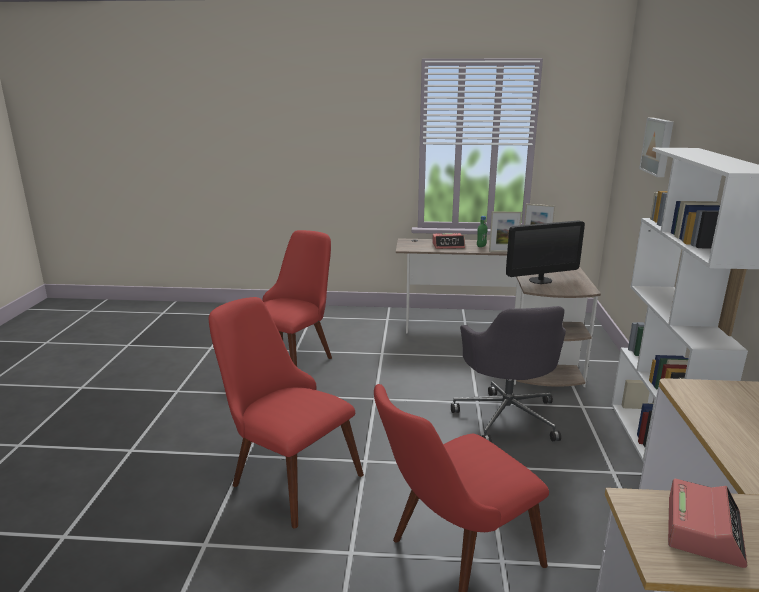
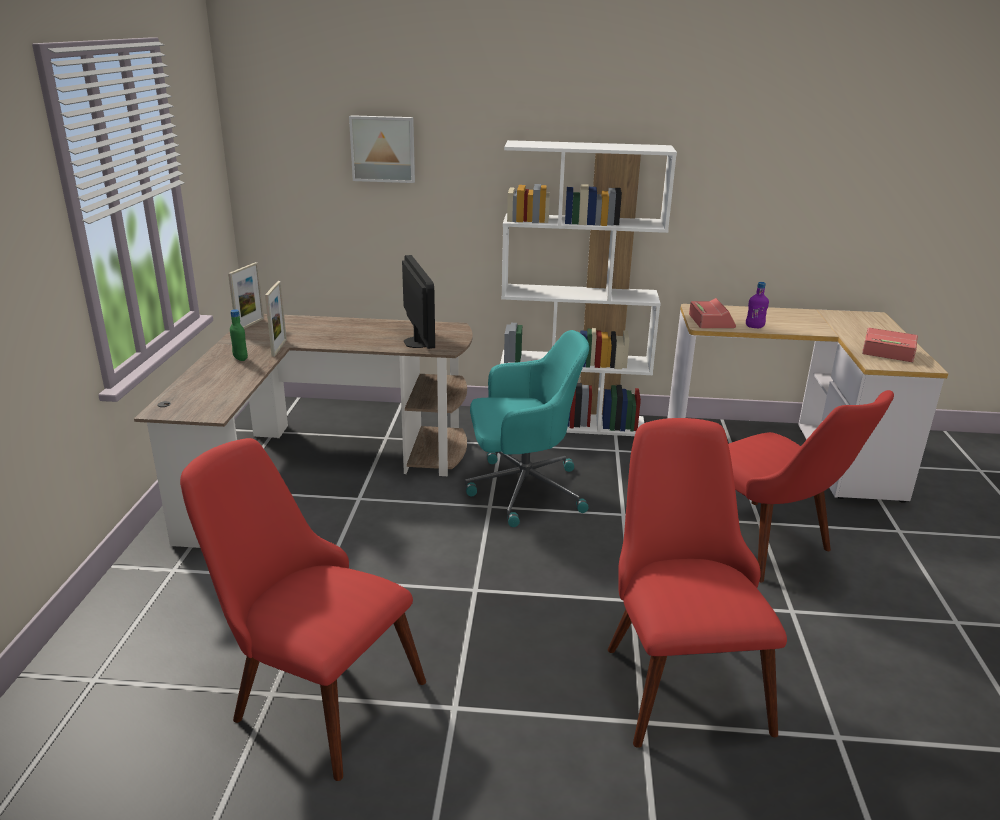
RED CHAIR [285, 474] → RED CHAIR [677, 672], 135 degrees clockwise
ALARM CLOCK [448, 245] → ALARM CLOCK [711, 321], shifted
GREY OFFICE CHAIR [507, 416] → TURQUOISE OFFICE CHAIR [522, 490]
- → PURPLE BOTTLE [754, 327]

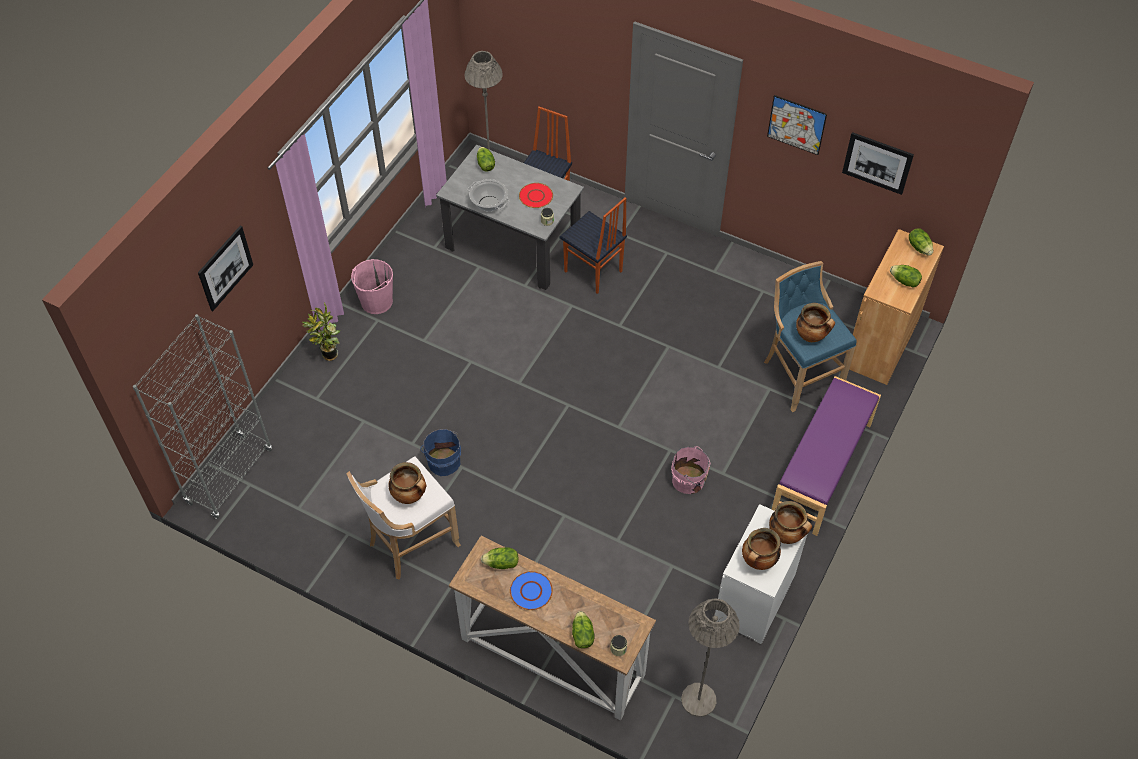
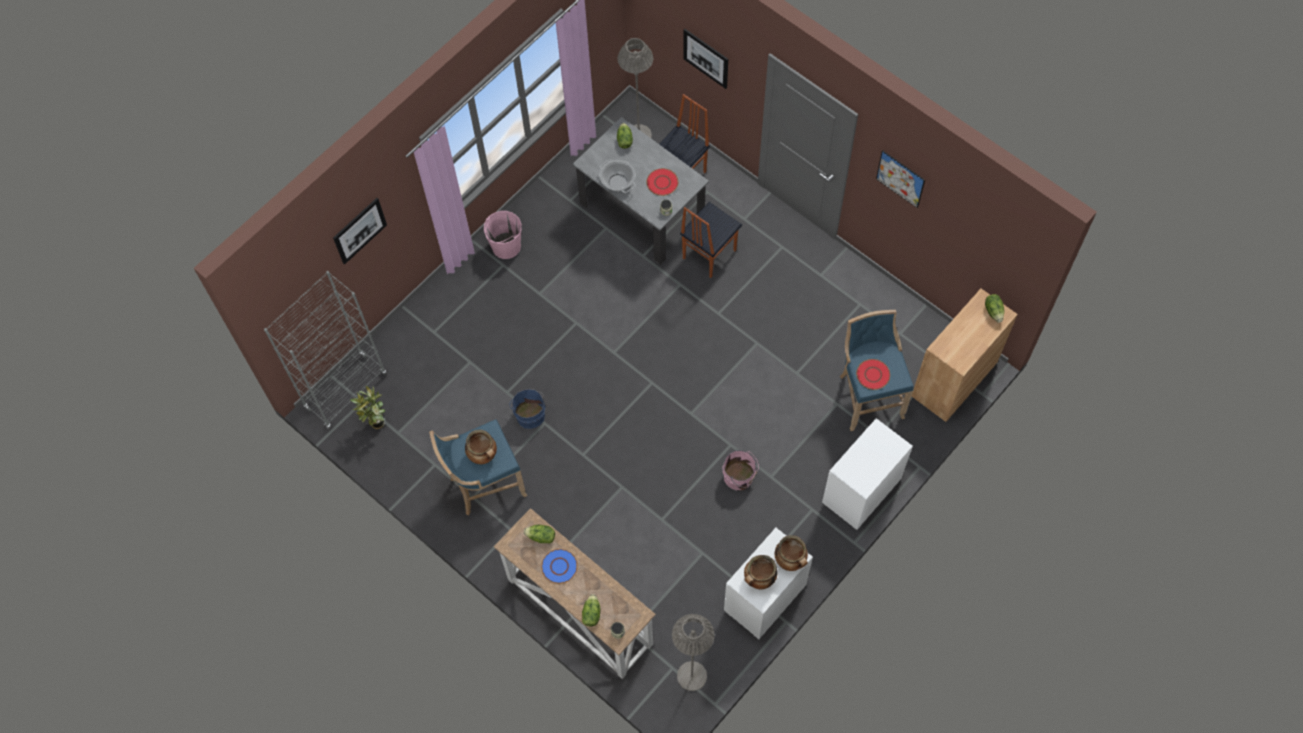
POTTED PLANT [328, 356] → POTTED PLANT [376, 423], shifted
WHITE STOOL [410, 543] → BLUE STOOL [484, 485]
CHAIR [593, 272] → CHAIR [708, 254], 75 degrees clockwise
PURPLE BENCH [822, 469] → WHITE DRESSER [861, 491]
COOKING POT [811, 336] → RED PLATE [873, 374]
PICTURE [877, 163] → PICTURE [706, 58], shifted
LETTUCE [904, 281] → -

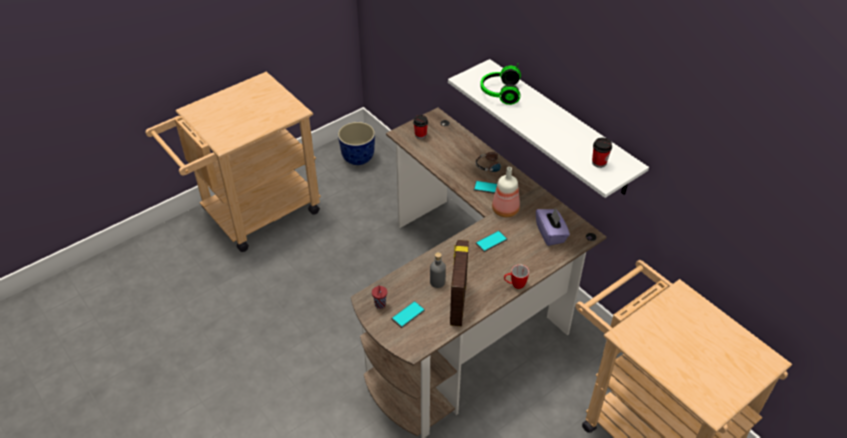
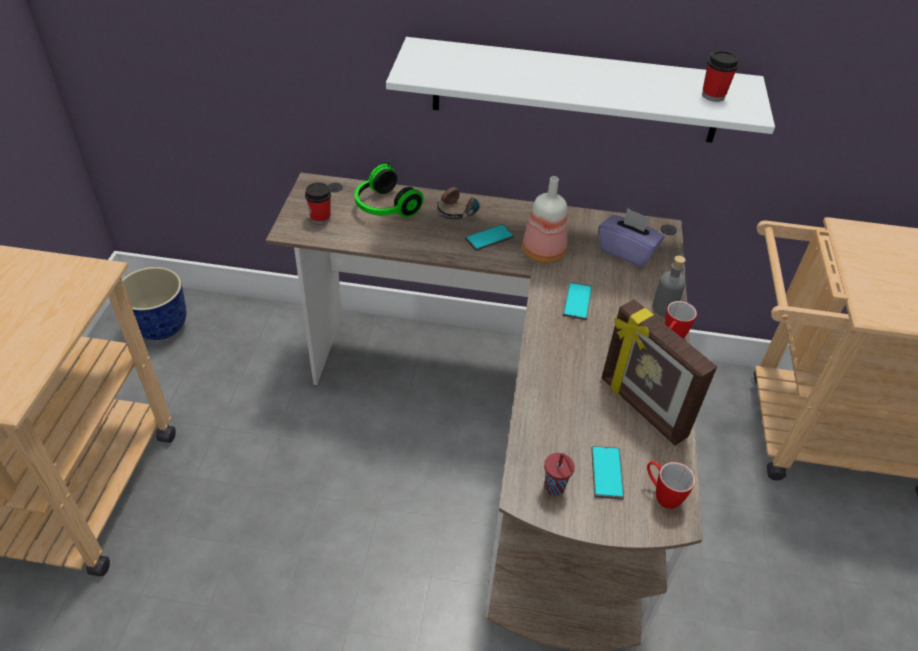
GREY BOTTLE [437, 282] → GREY BOTTLE [664, 308], shifted
HEADPHONES [499, 92] → HEADPHONES [384, 207], shifted
- → MUG [662, 495]

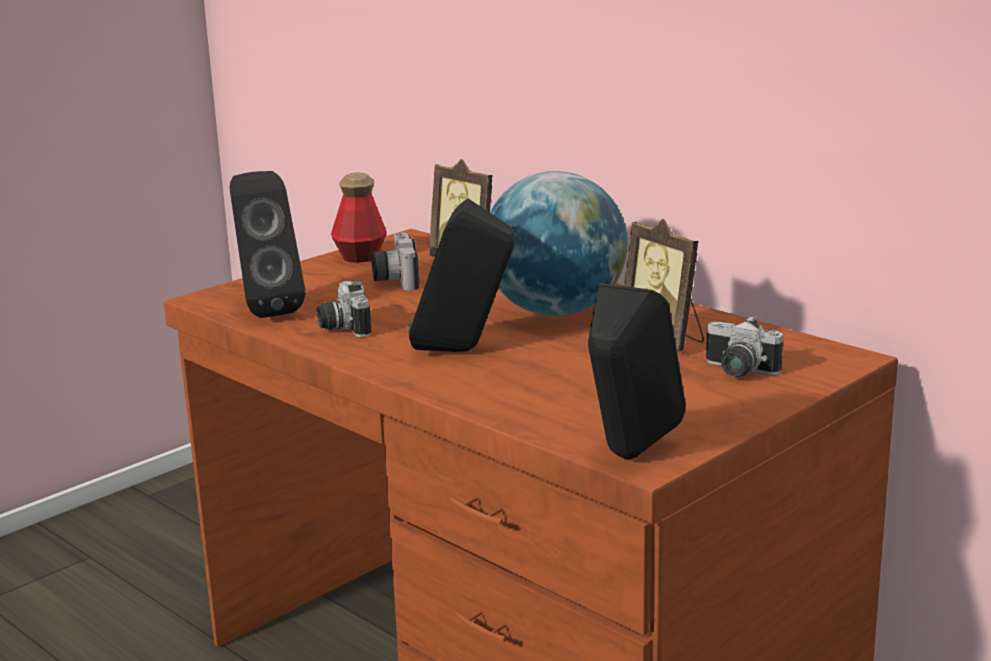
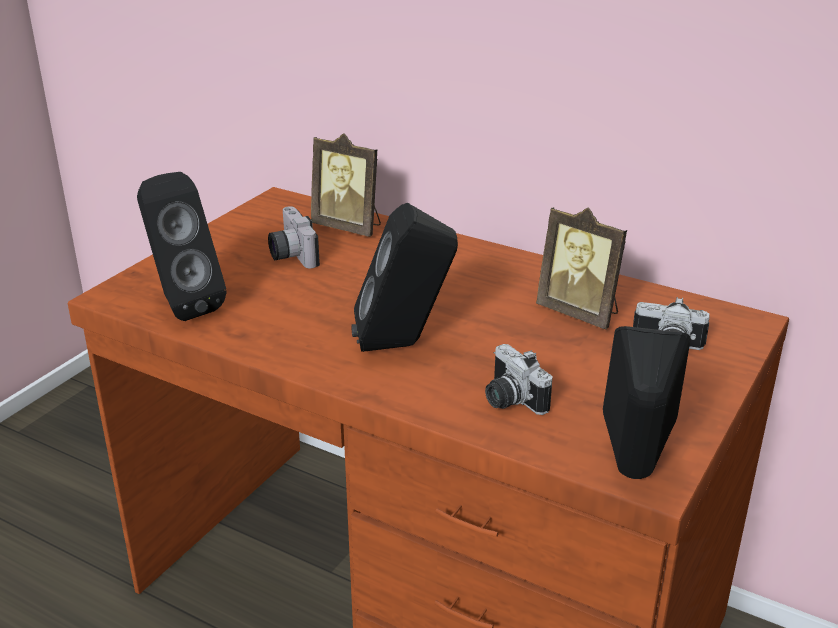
PHOTO CAMERA [342, 327] → PHOTO CAMERA [509, 400], shifted
BOTTLE [360, 256] → -
GLOBE [556, 311] → -

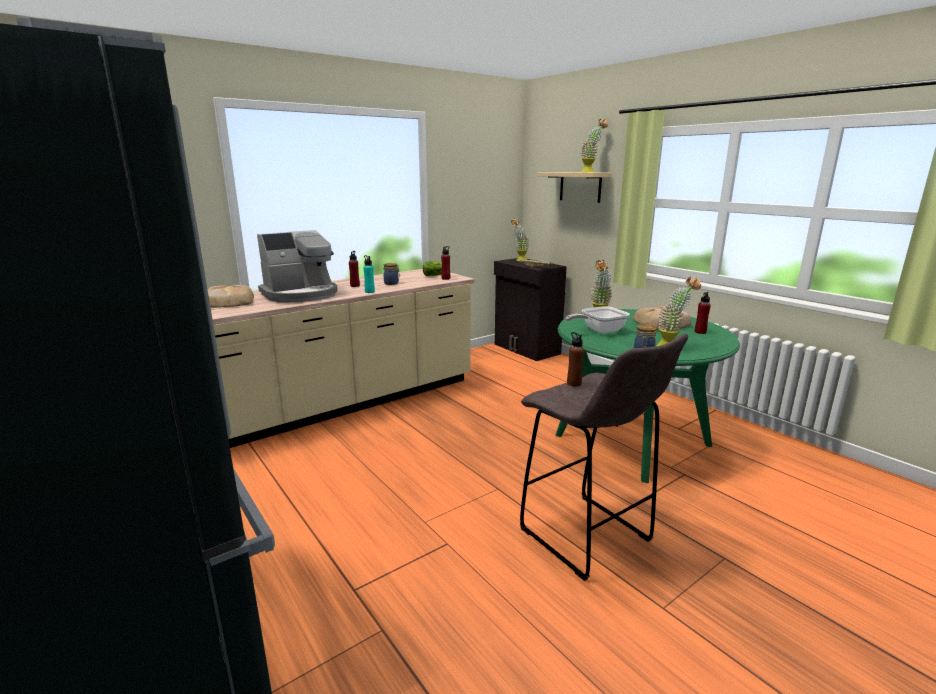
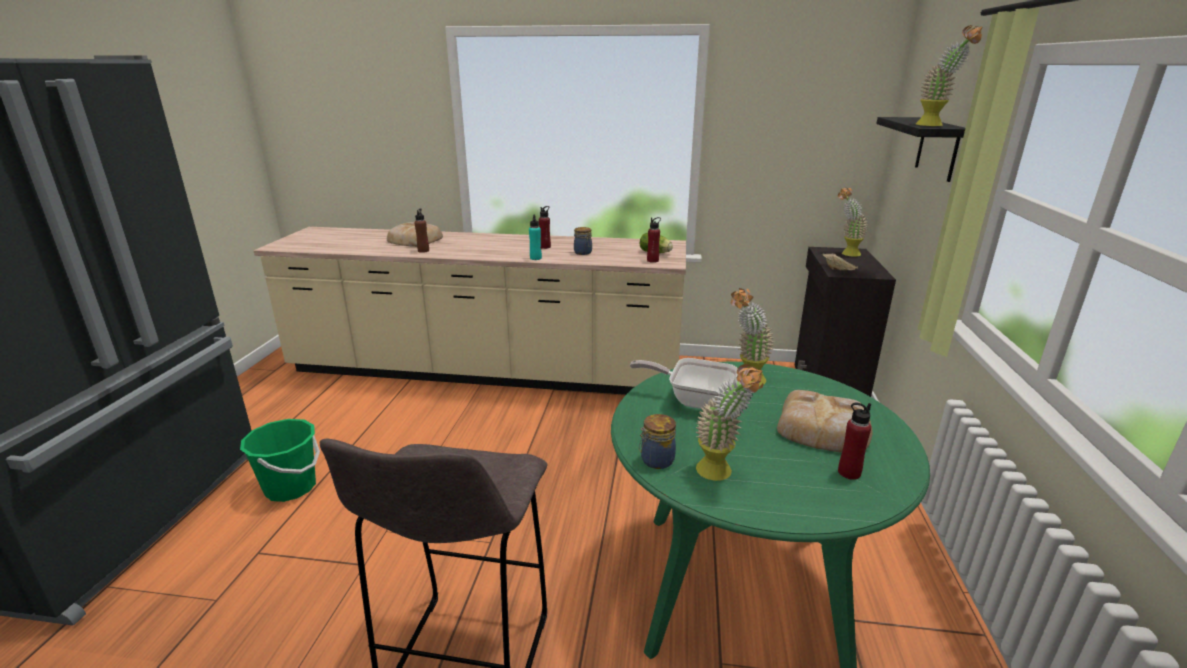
COFFEE MACHINE [301, 294] → -
BEIGE SHELF [580, 186] → BLACK SHELF [937, 148]
BROWN BOTTLE [574, 383] → BROWN BOTTLE [423, 250], shifted
- → GREEN BUCKET [291, 487]

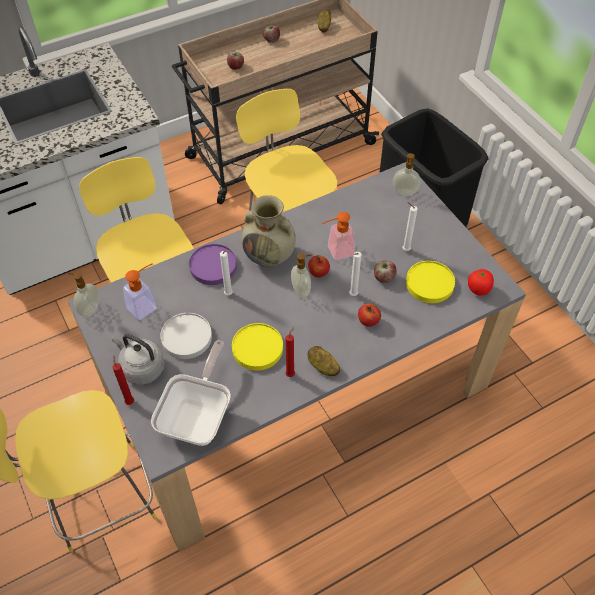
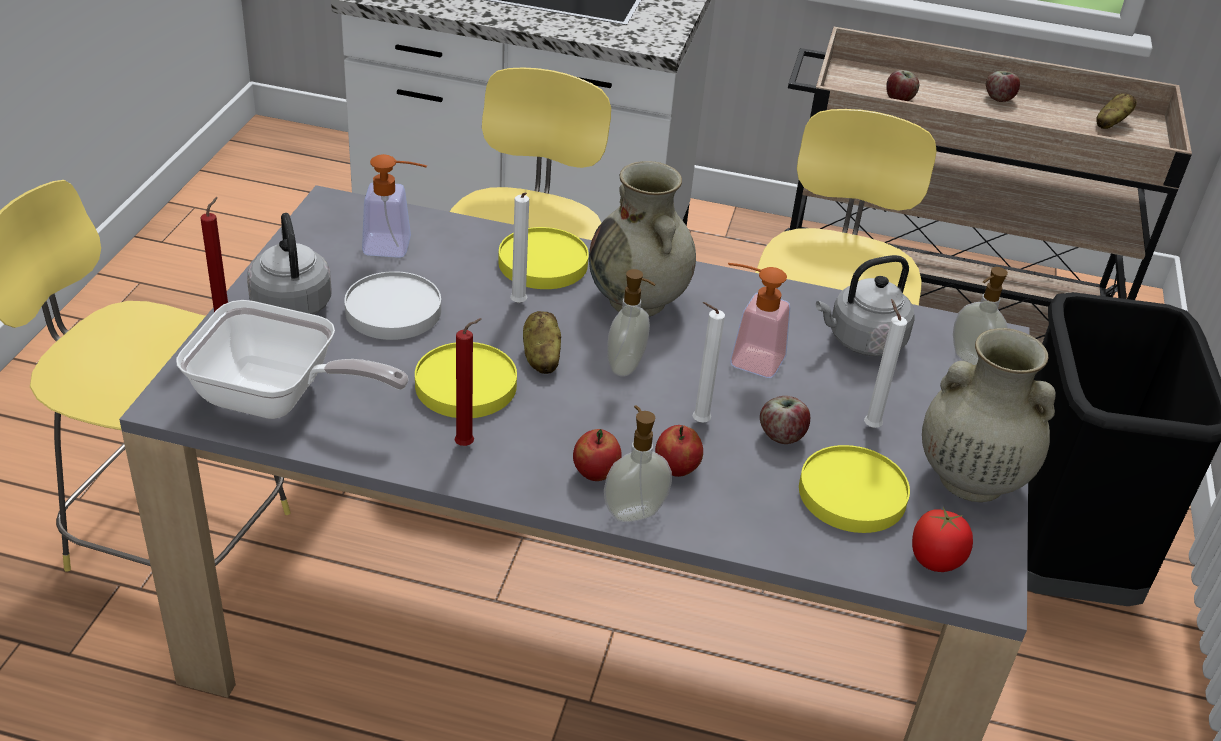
SOAP DISPENSER [89, 309] → SOAP DISPENSER [633, 511], shifted
FRYING PAN [199, 416] → FRYING PAN [278, 399], 45 degrees clockwise
PURPLE PLATE [213, 266] → YELLOW PLATE [543, 263]
APPLE [318, 273] → APPLE [595, 473], shifted
POTATO [323, 367] → POTATO [541, 357], shifted
- → GREY KETTLE [862, 341]
- → BEIGE VASE [968, 479]

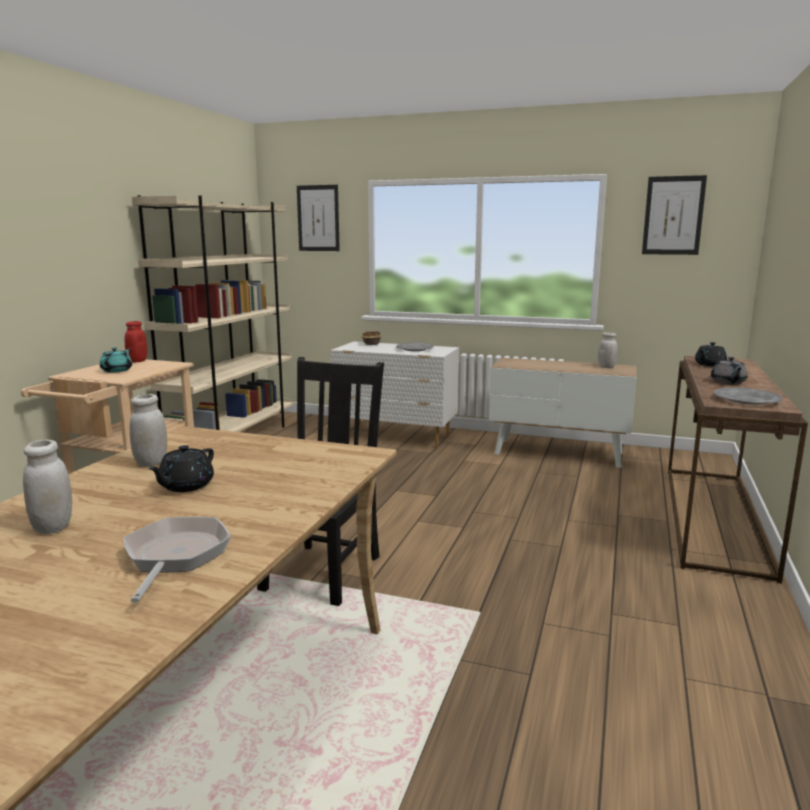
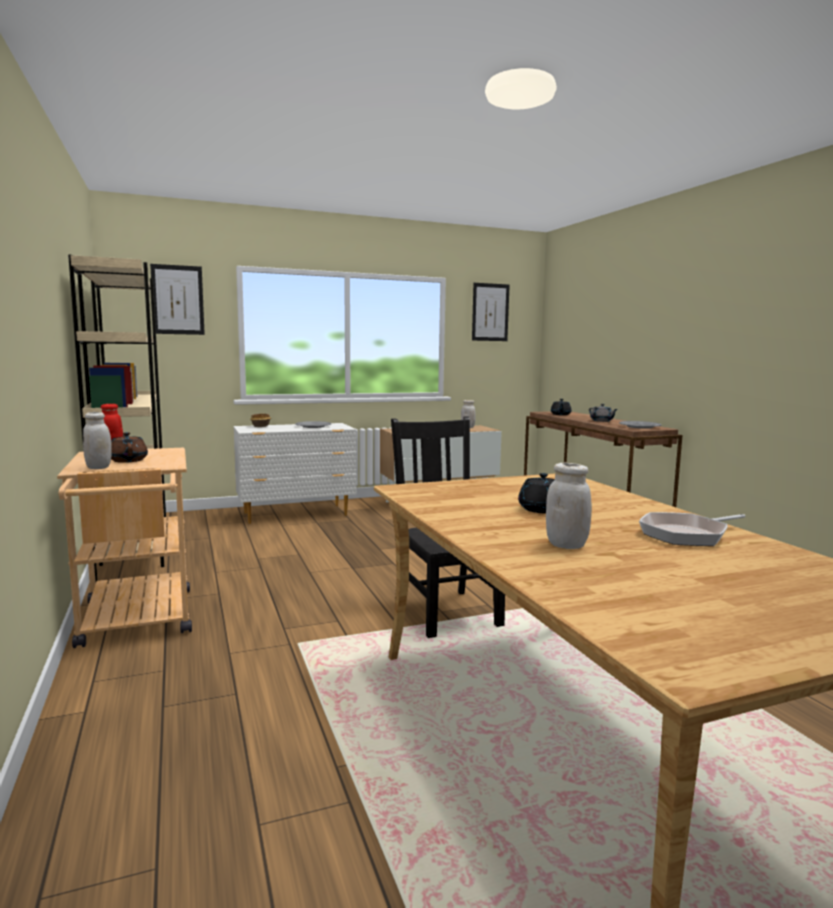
TURQUOISE TEAPOT [117, 370] → BROWN TEAPOT [128, 460]
FRYING PAN [175, 556] → FRYING PAN [687, 535], 75 degrees counterclockwise
WHITE JAR [151, 463] → WHITE JAR [98, 467], shifted

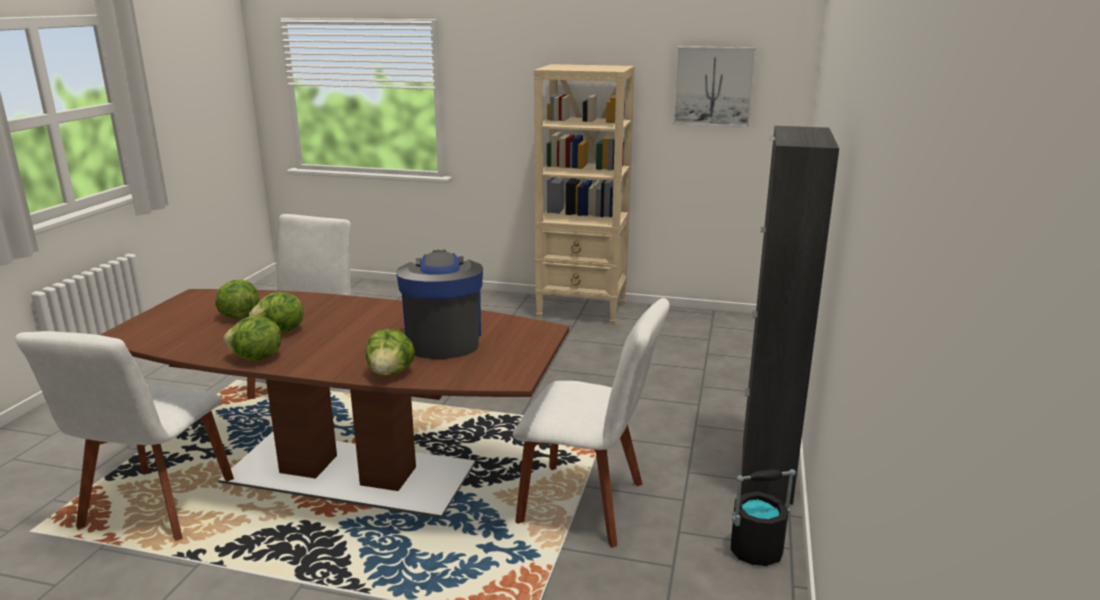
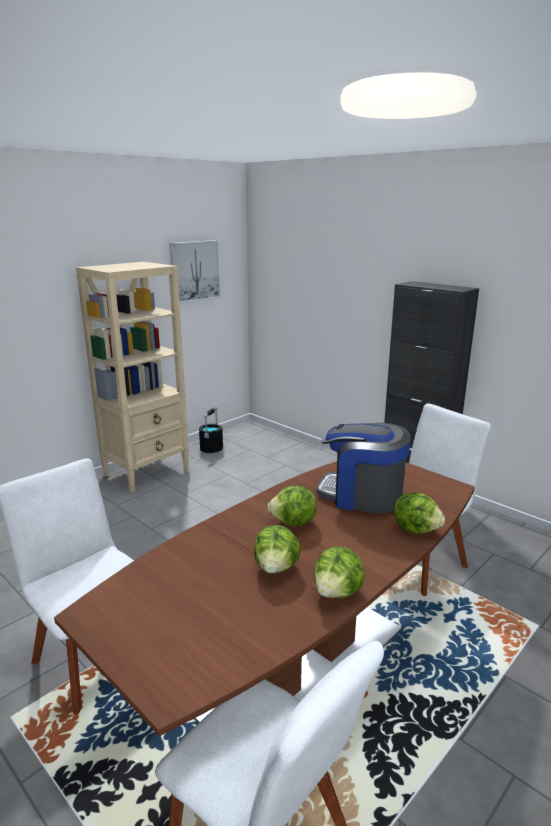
LETTUCE [239, 316] → LETTUCE [293, 523], shifted
BLACK BUCKET [755, 551] → BLACK BUCKET [211, 449], shifted

